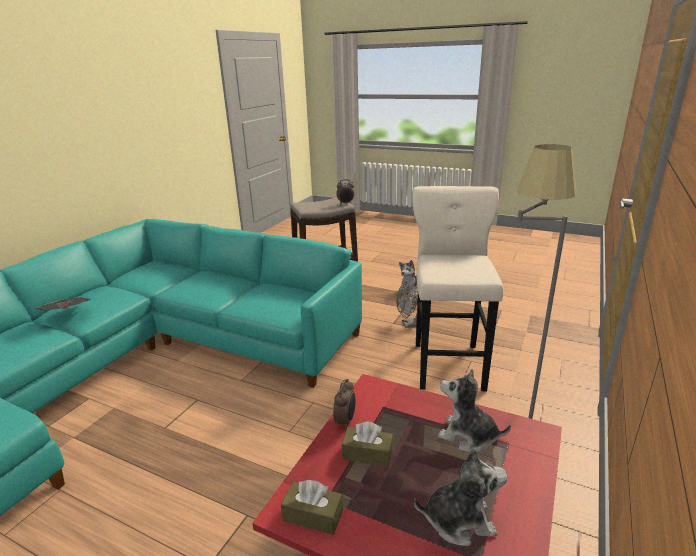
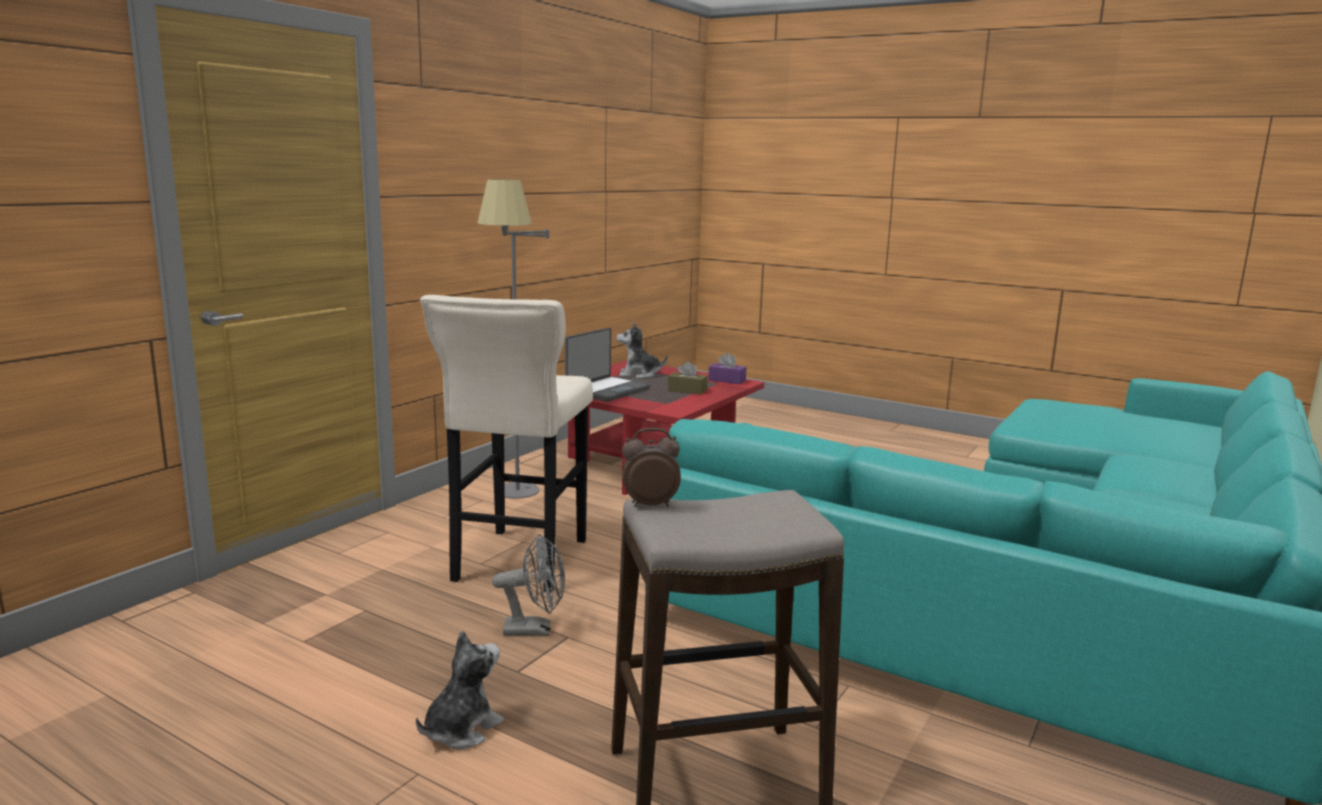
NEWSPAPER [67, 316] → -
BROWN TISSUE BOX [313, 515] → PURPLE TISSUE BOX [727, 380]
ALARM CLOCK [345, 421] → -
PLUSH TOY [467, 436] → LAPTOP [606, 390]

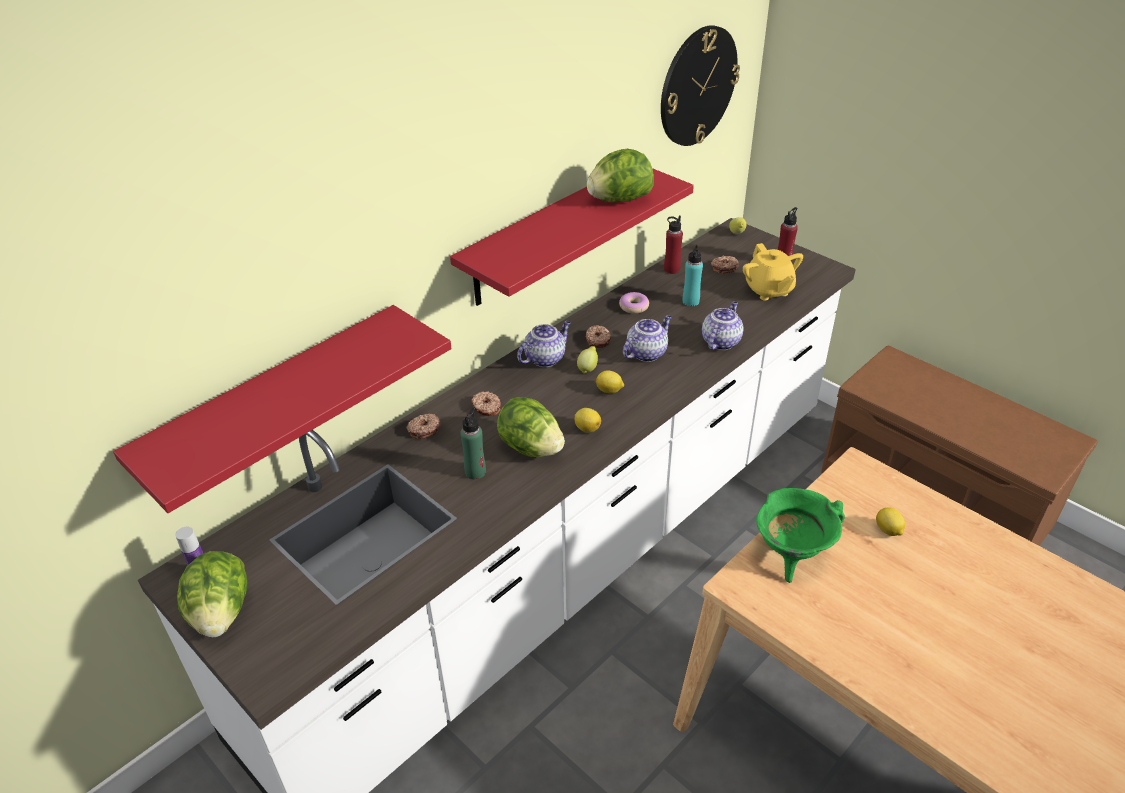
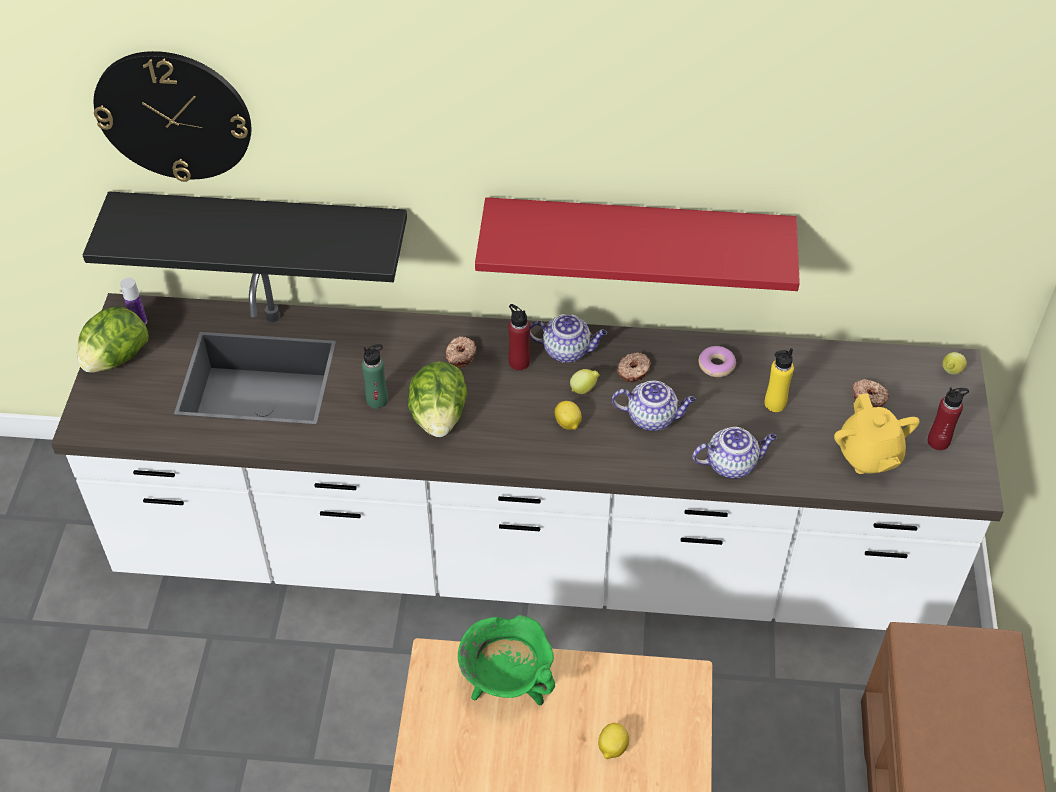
RED SHELF [274, 402] → BLACK SHELF [261, 228]
DONUT [424, 429] → -
LEMON [587, 428] → -
LETTUCE [619, 200] → -
WALL CLOCK [697, 86] → WALL CLOCK [173, 115], shifted
RED BOTTLE [671, 269] → RED BOTTLE [519, 362], shifted
TURQUOISE BOTTLE [690, 301] → YELLOW BOTTLE [775, 403]
YELLOW TEAPOT [768, 290] → YELLOW TEAPOT [868, 456], 45 degrees counterclockwise

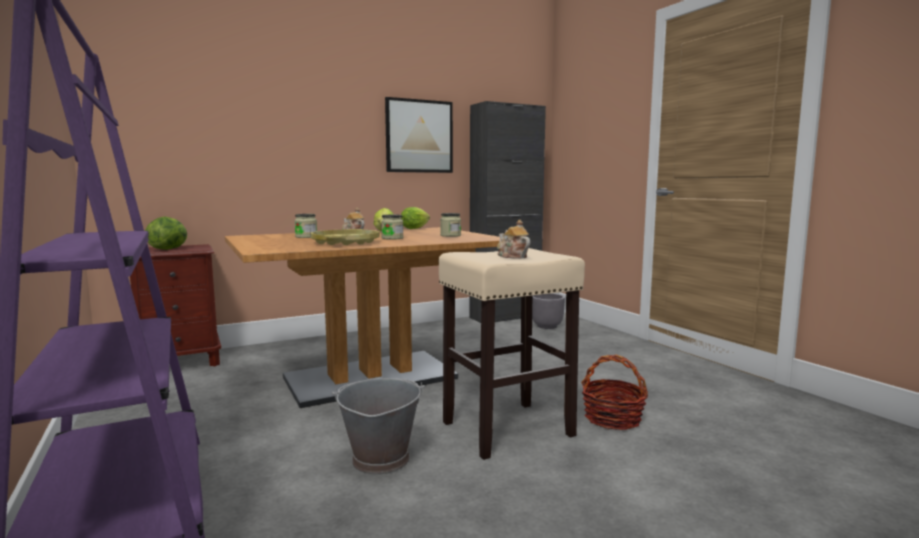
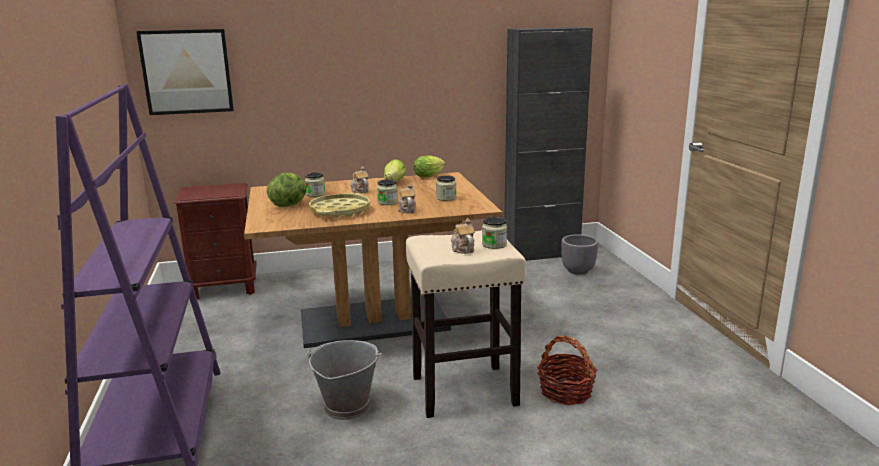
LETTUCE [169, 249] → LETTUCE [289, 205], shifted
PICTURE [419, 136] → PICTURE [187, 72], shifted
- → TEAPOT [407, 210]
- → JAR [494, 245]

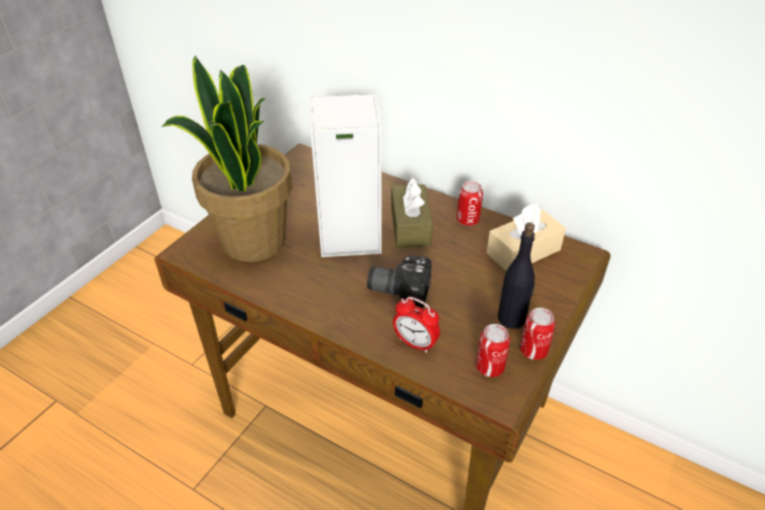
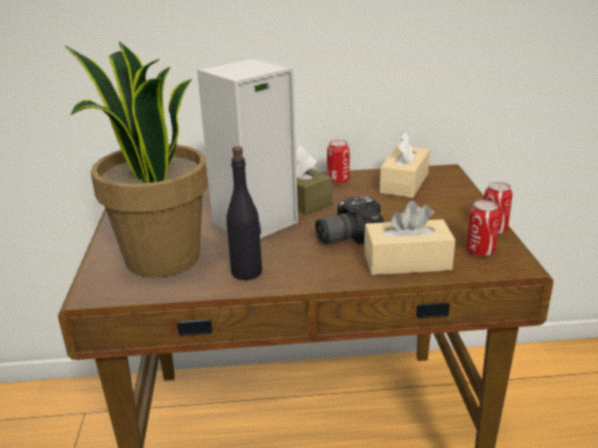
ALARM CLOCK [415, 343] → BEIGE TISSUE BOX [407, 262]
BLACK BOTTLE [512, 318] → BLACK BOTTLE [247, 272], shifted

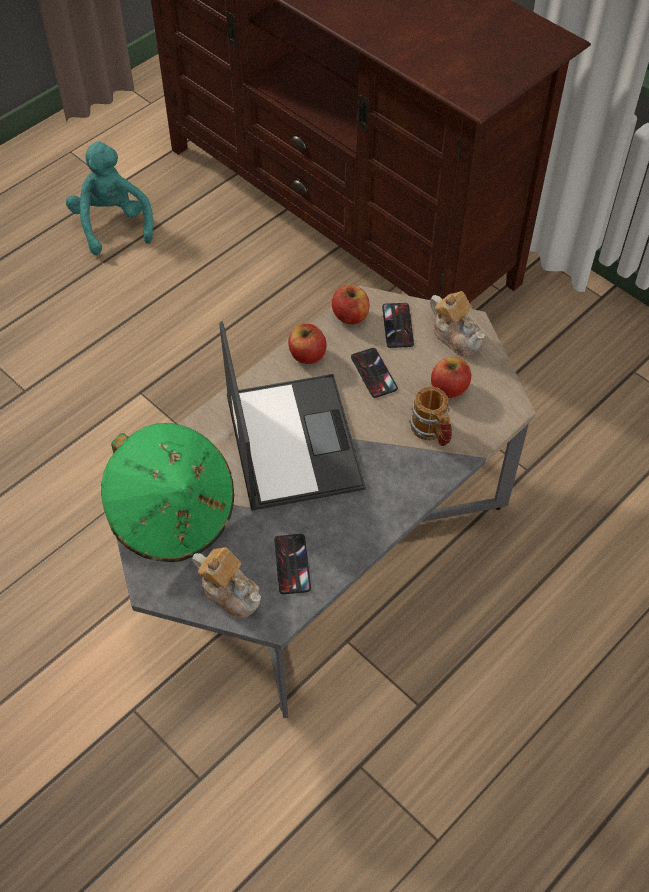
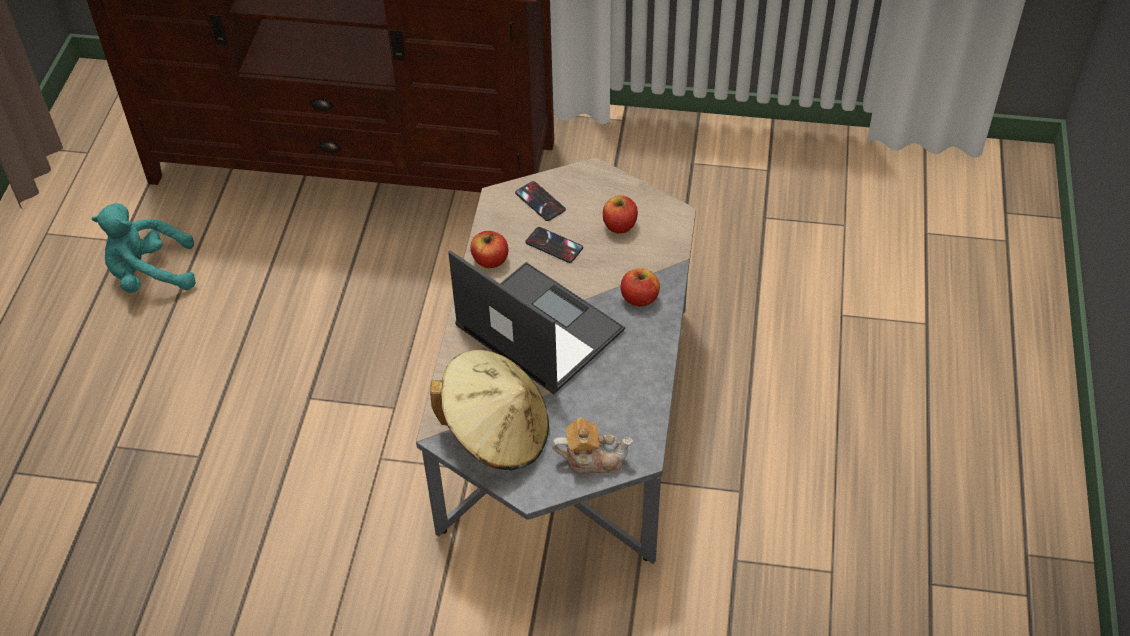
TURQUOISE PLUSH TOY [112, 224] → TURQUOISE PLUSH TOY [150, 275], 45 degrees counterclockwise
GREEN HAT [173, 514] → BEIGE HAT [496, 432]
PHONE [292, 564] → -
APPLE [350, 316] → APPLE [639, 298], shifted
MUG [432, 432] → -
TEAPOT [456, 336] → -

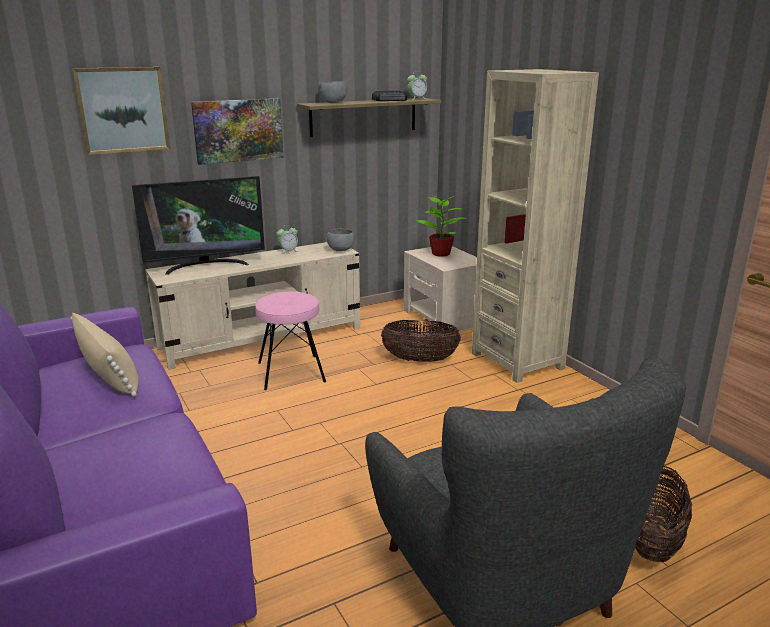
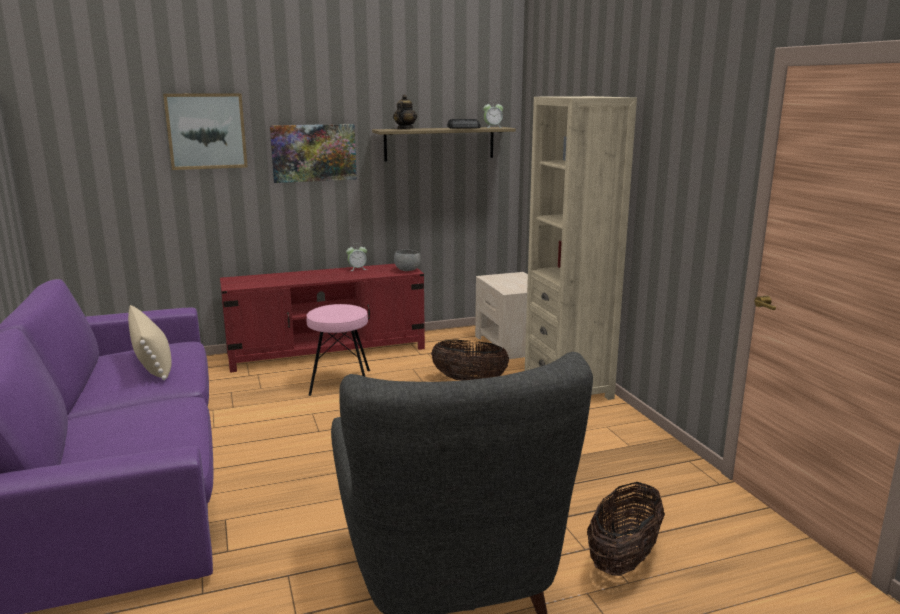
TELEVISION [206, 265] → -
BEIGE TV STAND [263, 338] → RED TV STAND [328, 351]
GREY BOWL [332, 103] → TEAPOT [404, 129]
POTTED PLANT [441, 254] → -

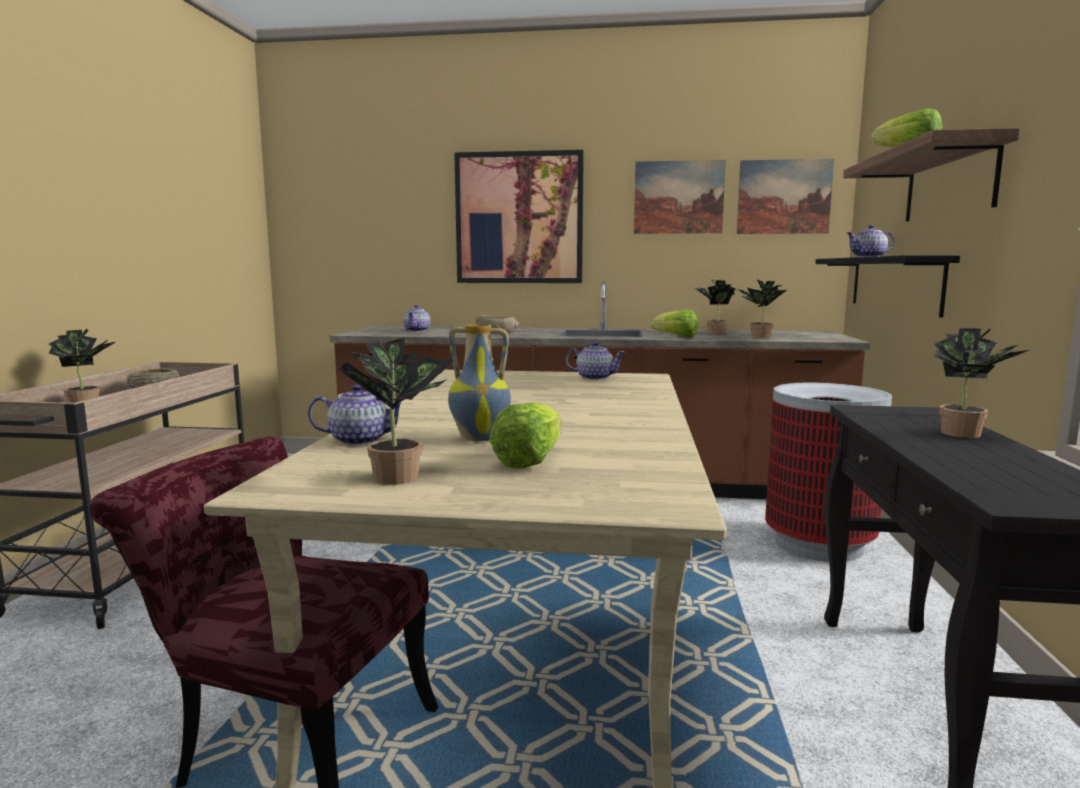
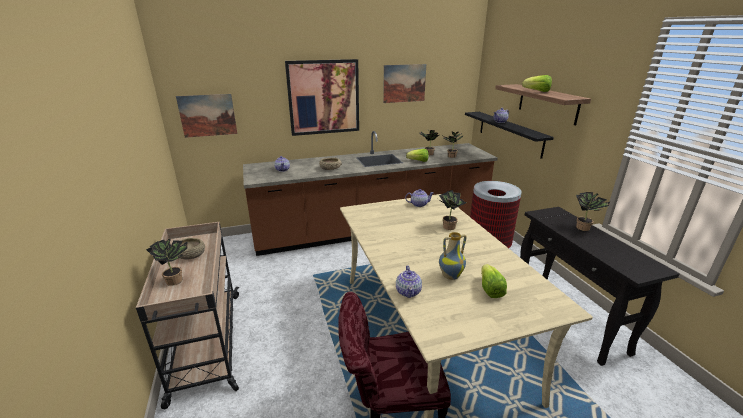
TEAPOT [358, 440] → TEAPOT [408, 291], 120 degrees clockwise
POTTED PLANT [400, 475] → POTTED PLANT [448, 226], shifted
PICTURE [784, 197] → PICTURE [207, 115], shifted

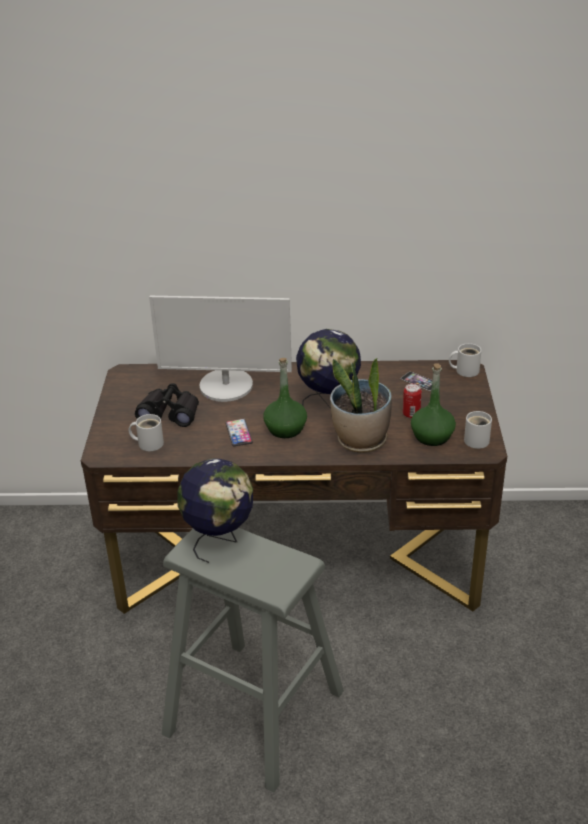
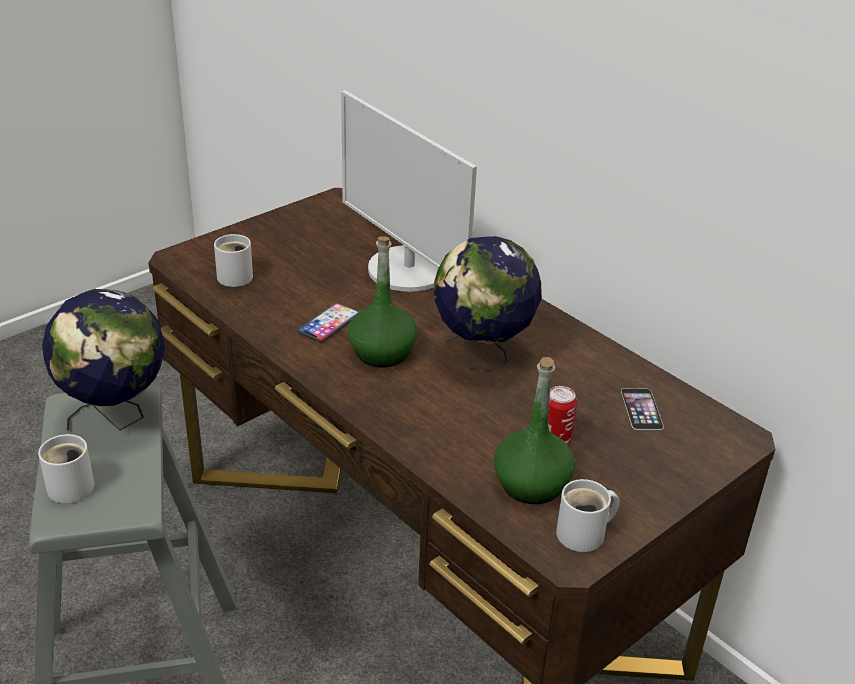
BLACK BINOCULARS [170, 413] → -
POTTED PLANT [361, 440] → -
WHITE MUG [465, 370] → WHITE MUG [70, 484], shifted

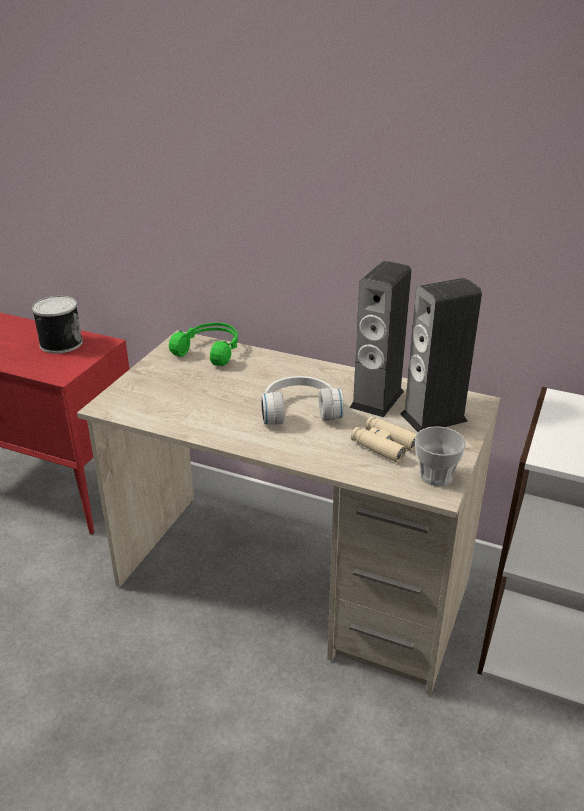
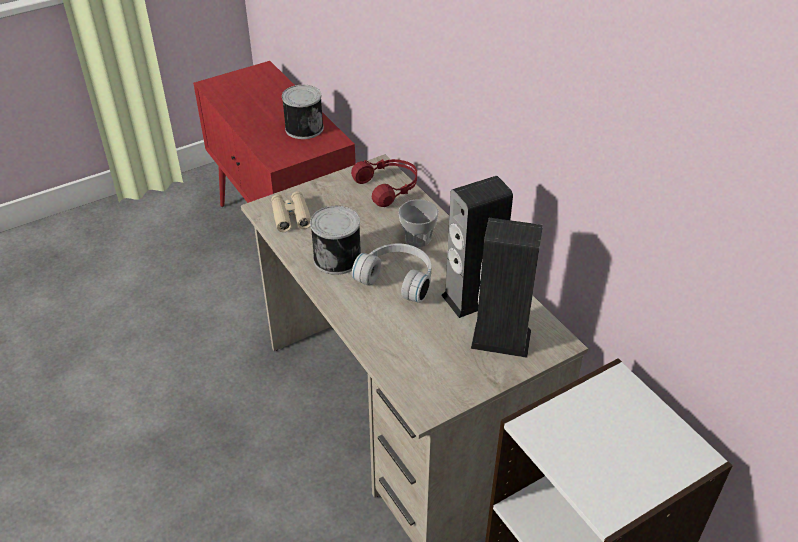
GREEN HEADPHONES [210, 351] → RED HEADPHONES [388, 187]
BEIGE BINOCULARS [383, 445] → BEIGE BINOCULARS [291, 216], shifted
CUP [435, 476] → CUP [418, 238], shifted
- → CAN [338, 257]

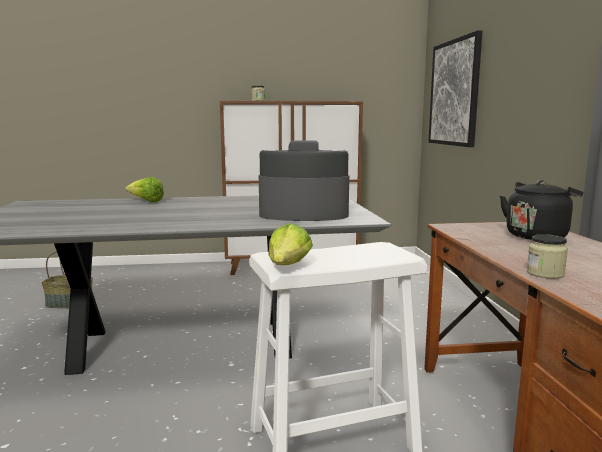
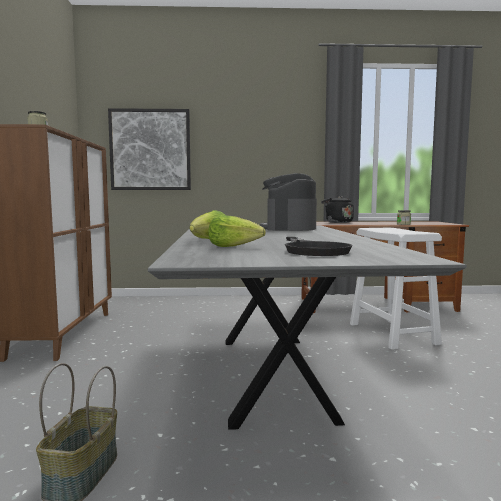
LETTUCE [289, 266] → LETTUCE [234, 247], shifted
- → BLACK FRYING PAN [313, 250]

